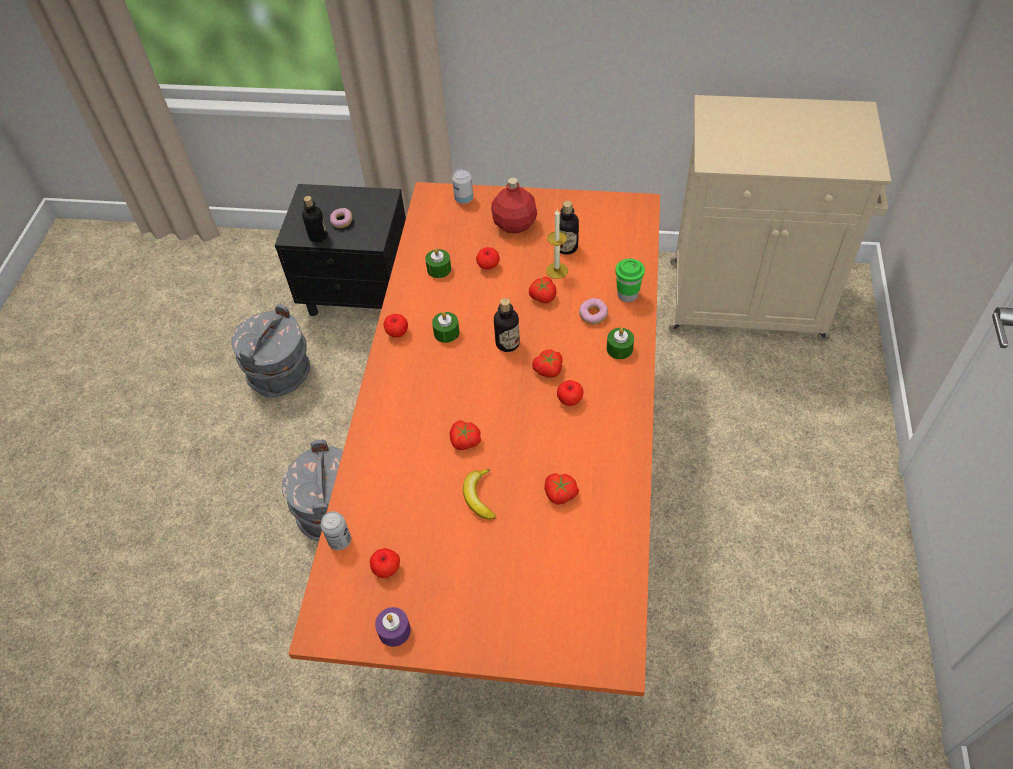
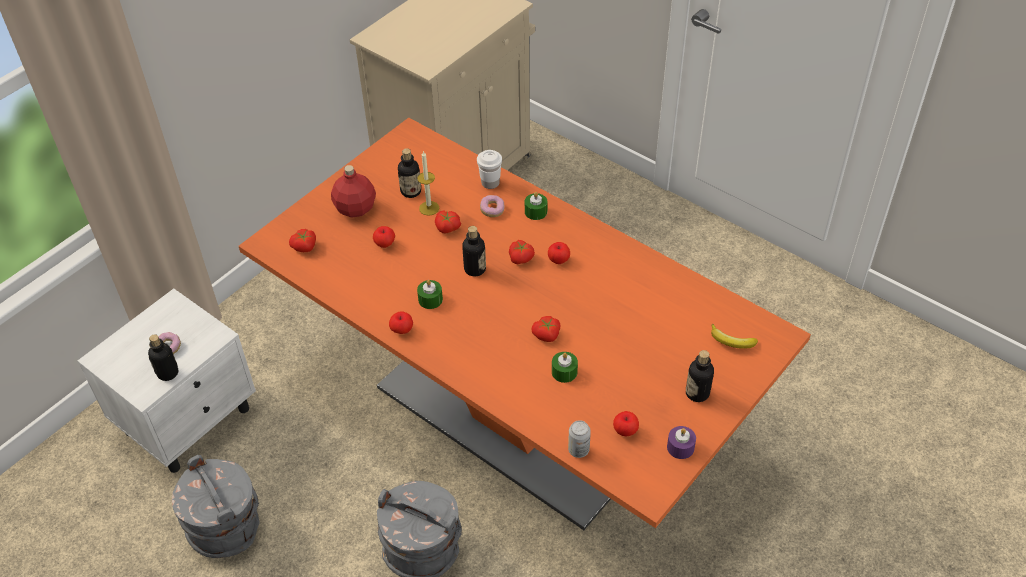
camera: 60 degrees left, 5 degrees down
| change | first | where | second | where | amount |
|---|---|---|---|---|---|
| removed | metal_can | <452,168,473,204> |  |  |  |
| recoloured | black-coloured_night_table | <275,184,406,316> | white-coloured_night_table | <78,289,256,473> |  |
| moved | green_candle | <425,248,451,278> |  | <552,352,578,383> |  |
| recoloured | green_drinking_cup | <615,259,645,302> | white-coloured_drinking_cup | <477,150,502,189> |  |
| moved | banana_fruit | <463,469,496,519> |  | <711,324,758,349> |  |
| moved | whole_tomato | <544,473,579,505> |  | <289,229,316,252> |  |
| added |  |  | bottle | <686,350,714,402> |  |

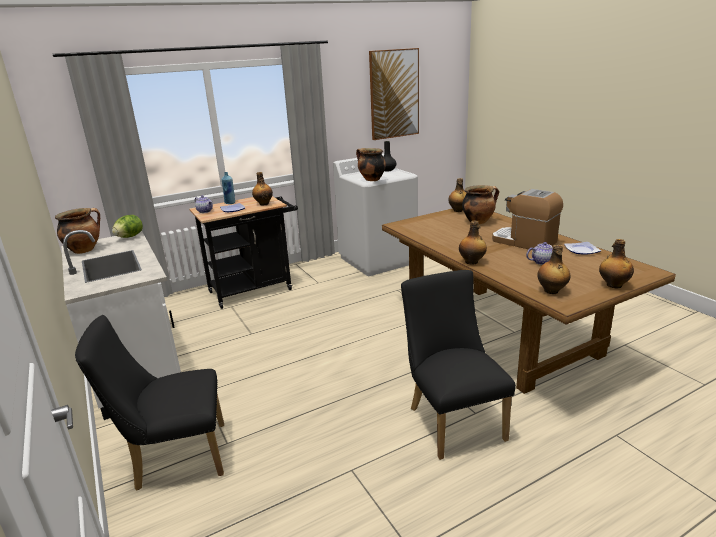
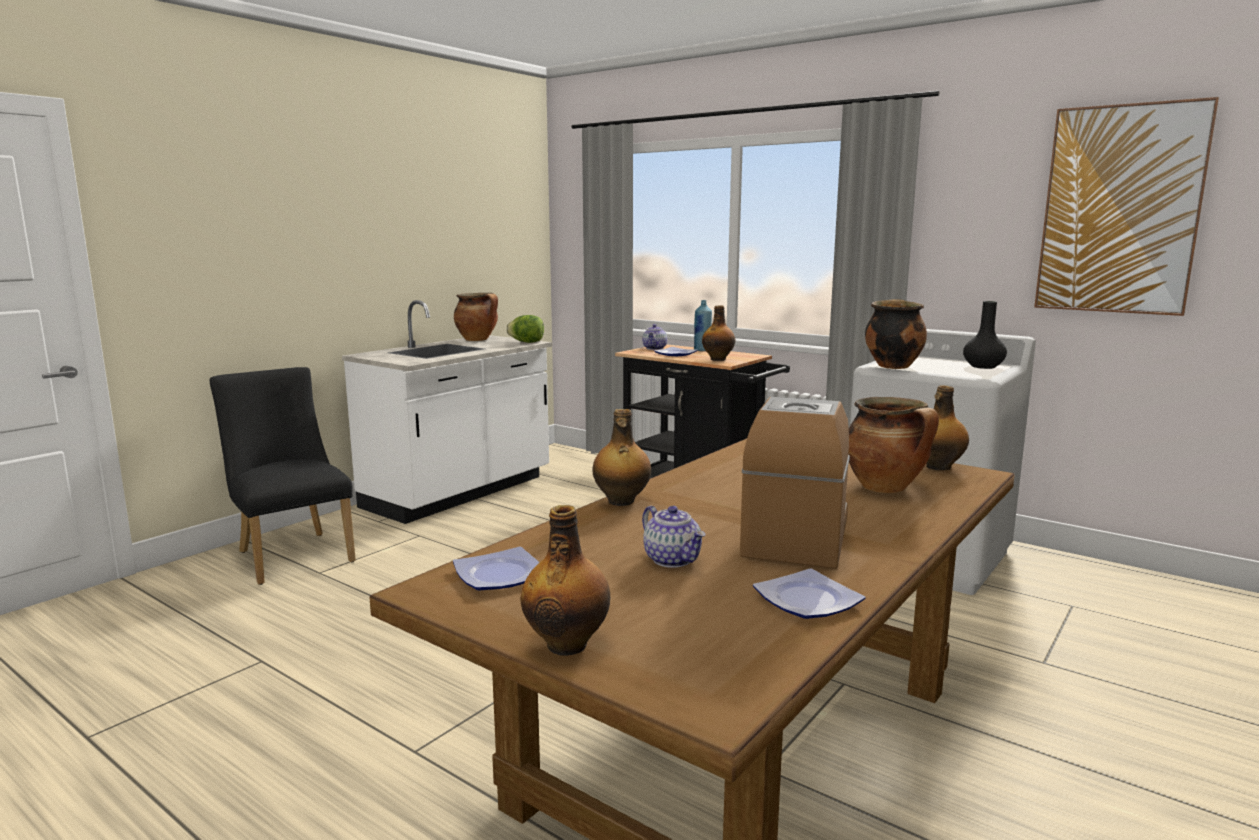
camera: 65 degrees right, 10 degrees down
| change | first | where | second | where | amount |
|---|---|---|---|---|---|
| replaced | bottle | <537,245,570,294> | flat_dish | <453,547,540,591> |  |
| removed | black-coloured_chair | <401,270,516,460> |  |  |  |

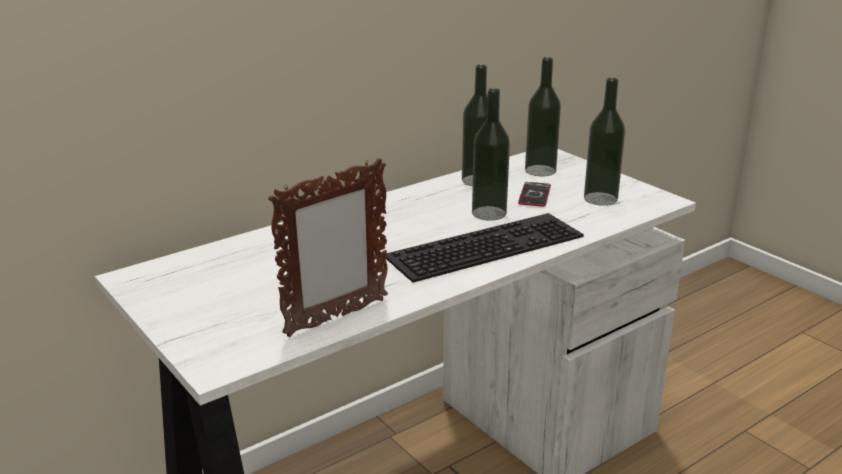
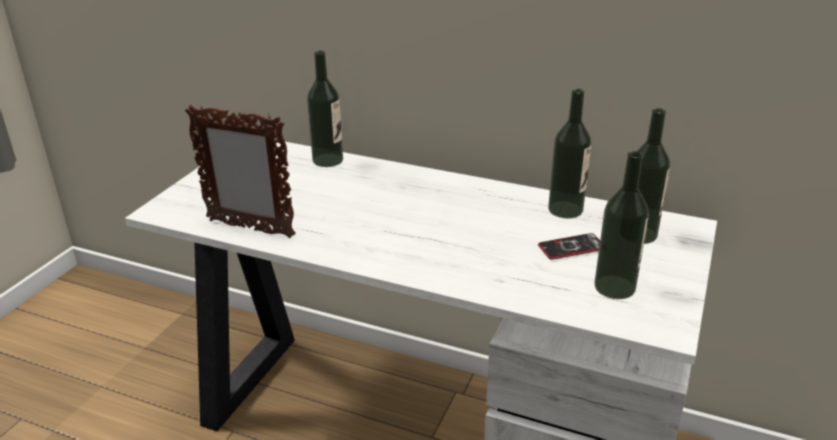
camera: 60 degrees right, 5 degrees up
| change | first | where | second | where | amount |
|---|---|---|---|---|---|
| moved | bottle | <472,88,510,221> |  | <307,51,343,167> |  |
| removed | PC_keyboard | <386,213,584,283> |  |  |  |

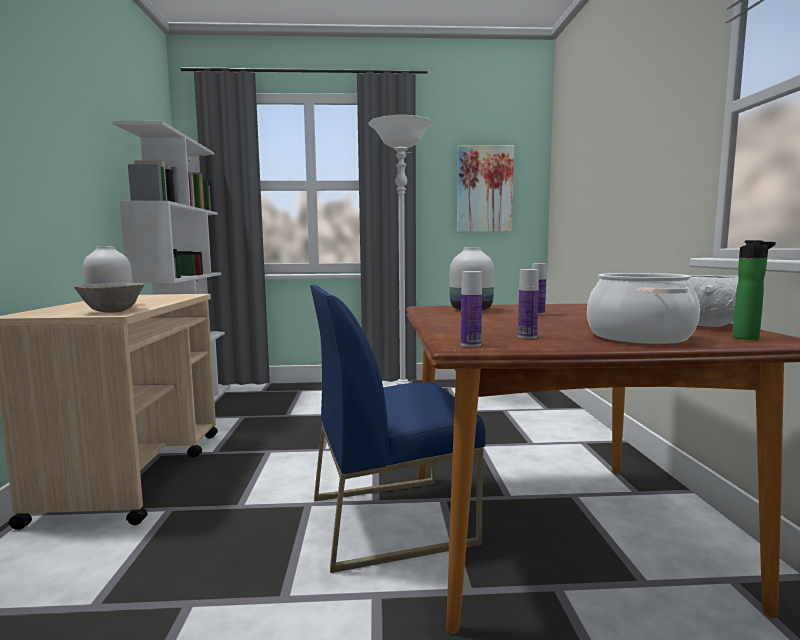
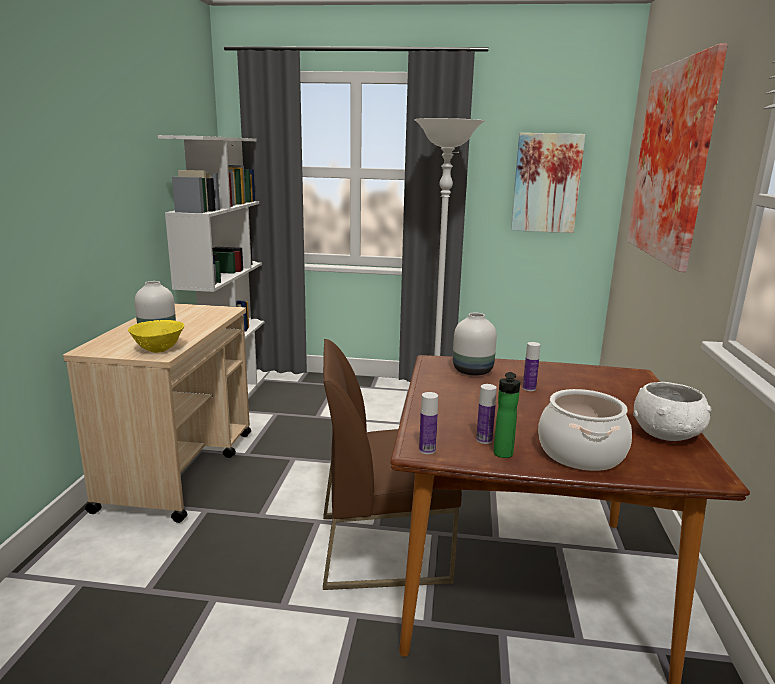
camera: 10 degrees right, 10 degrees up
| change | first | where | second | where | amount |
|---|---|---|---|---|---|
| moved | bottle | <732,240,776,340> |  | <494,372,520,458> |  |
| recoloured | greyish_serving_bowl | <74,283,145,313> | yellowish_serving_bowl | <128,320,184,353> |  |
| recoloured | blue-coloured_chair | <310,285,486,573> | brown-coloured_chair | <323,339,462,590> |  |
| added |  |  | wall_picture | <627,44,728,272> |  |

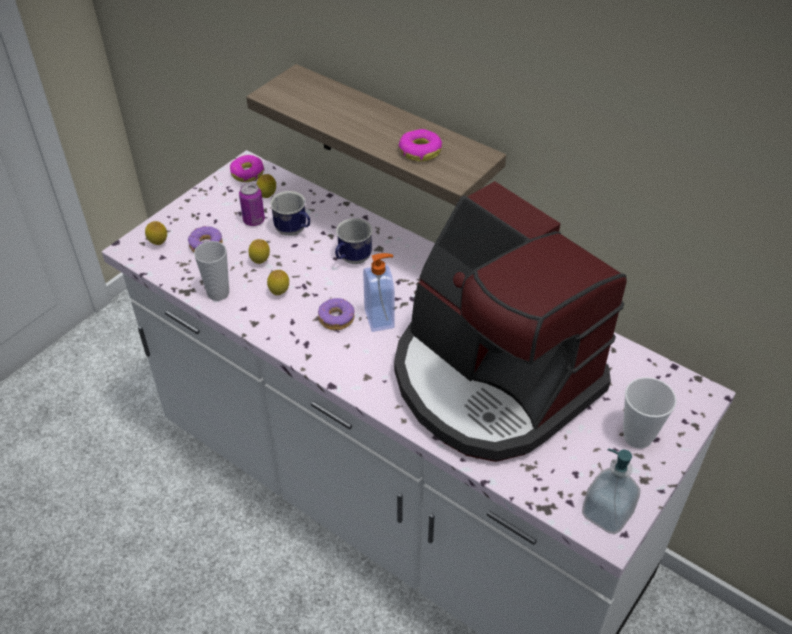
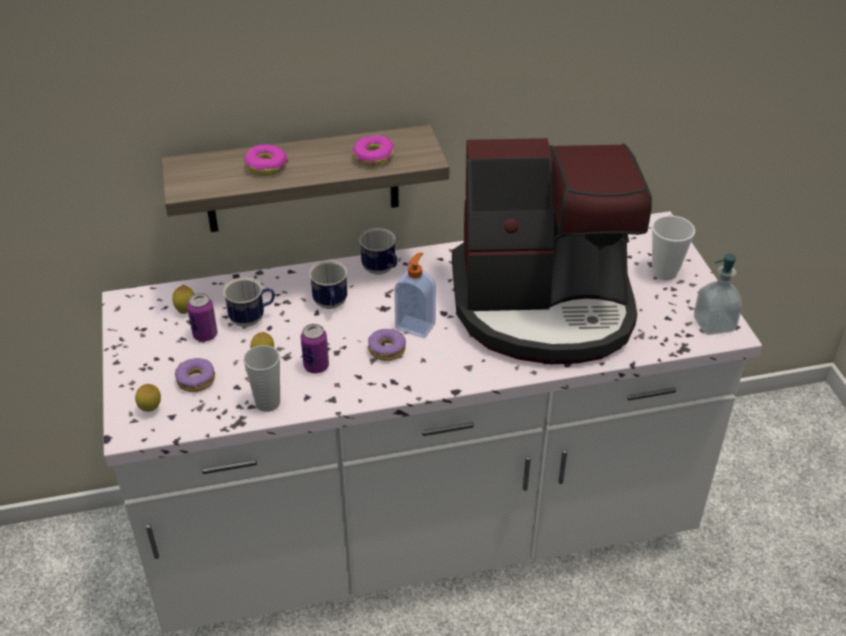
camera: 50 degrees left, 5 degrees down
| change | first | where | second | where | amount |
|---|---|---|---|---|---|
| moved | donut | <230,155,265,182> |  | <244,144,288,176> |  |
| replaced | citrus_fruit | <267,270,289,295> | metal_can | <301,324,329,373> |  |
| added |  |  | mug | <359,228,397,275> |  |

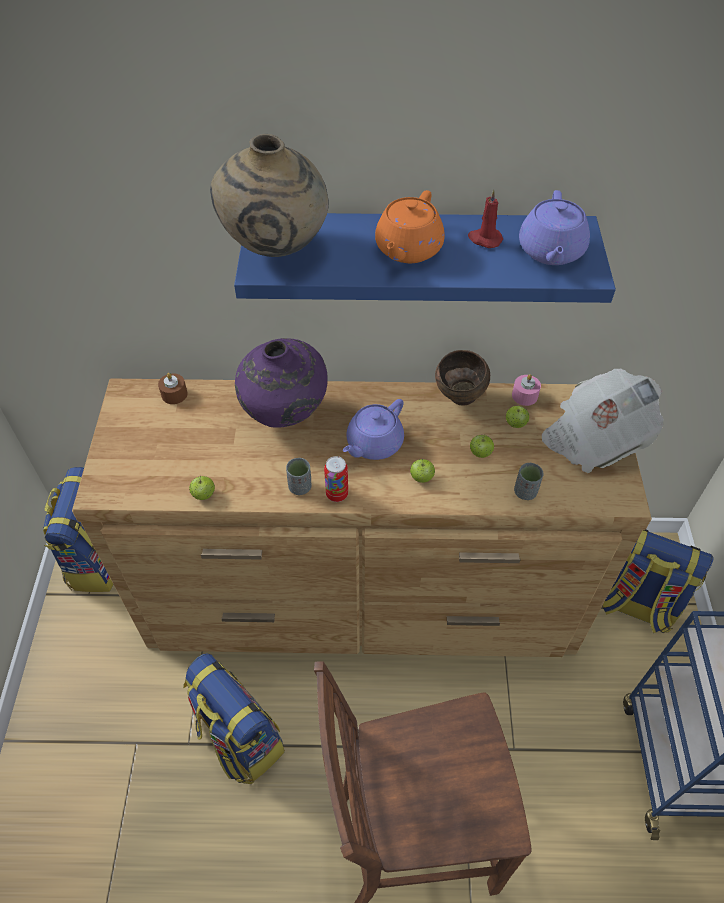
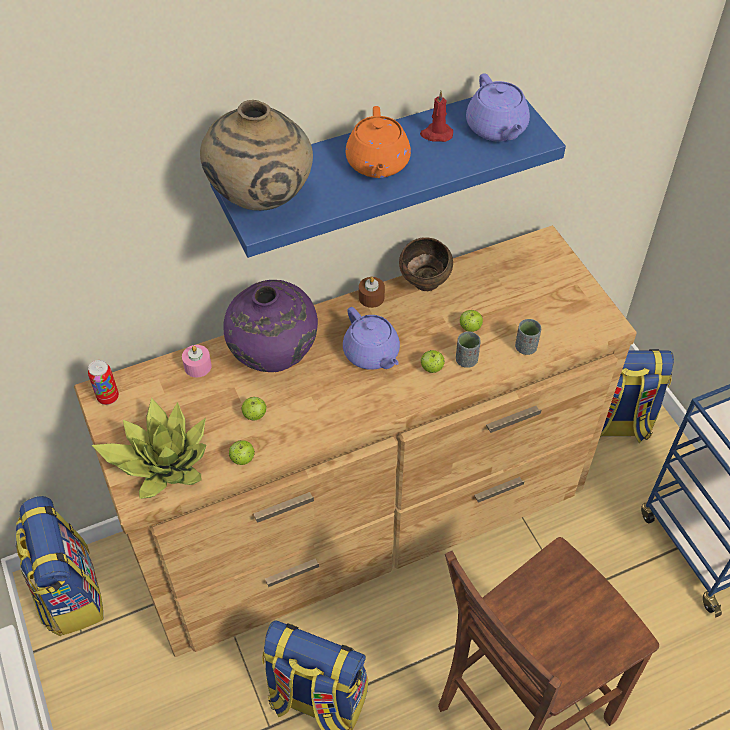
camera: 25 degrees left, 0 degrees up
| change | first | where | second | where | amount |
|---|---|---|---|---|---|
| removed | newspaper | <542,368,664,473> |  |  |  |
| moved | brown-coloured_candle | <158,373,188,404> |  | <359,276,385,308> |  |
| moved | pink-coloured_candle | <512,374,541,406> |  | <182,345,212,377> |  |
| turned | purplish_teapot | <343,399,404,460> |  | <343,307,400,370> | 45 degrees counterclockwise |
| moved | whole_apple | <506,406,530,428> |  | <242,397,266,420> |  |
| moved | metal_can | <324,456,348,502> |  | <88,360,119,405> |  |
| moved | greyish_drinking_cup | <286,458,312,495> |  | <456,331,481,368> |  |
| added |  |  | potted_plant | <92,398,206,499> |  |

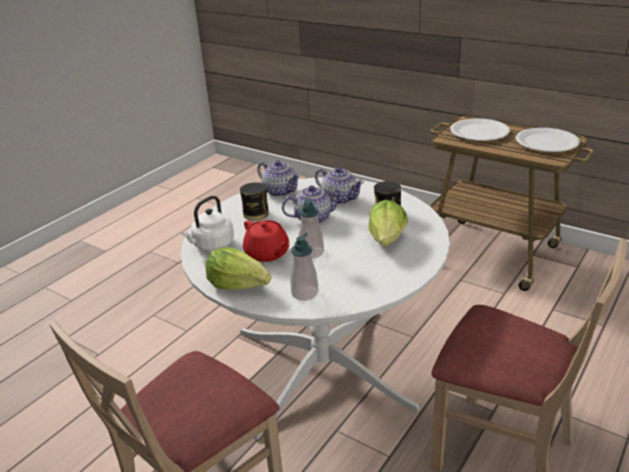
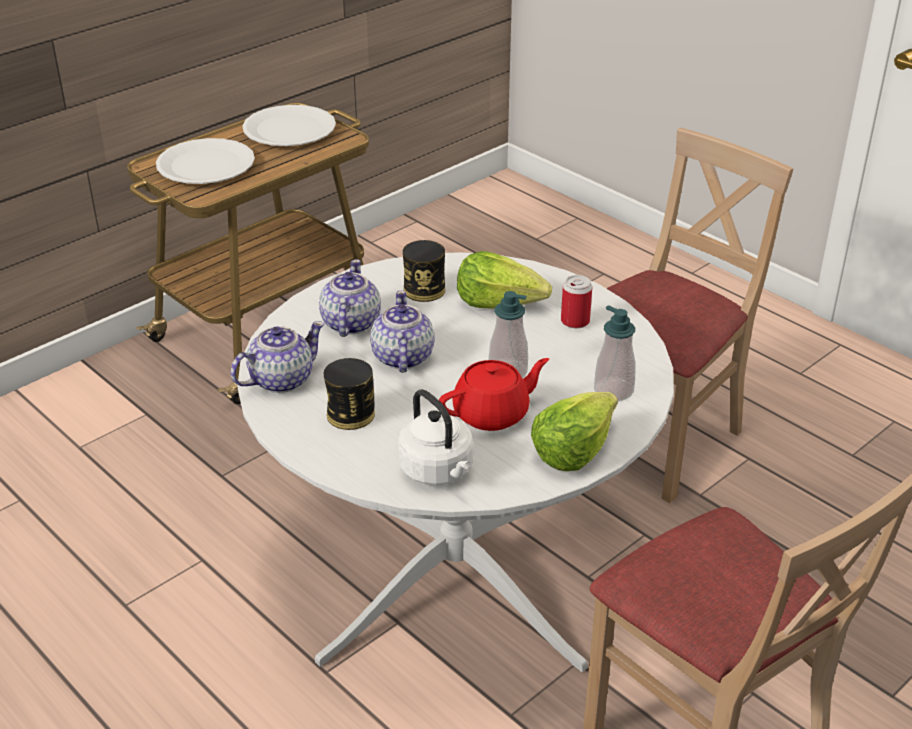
camera: 80 degrees left, 5 degrees up
| change | first | where | second | where | amount |
|---|---|---|---|---|---|
| turned | teapot | <315,167,364,205> |  | <319,259,381,337> | 45 degrees counterclockwise |
| added |  |  | metal_can | <561,275,592,328> |  |

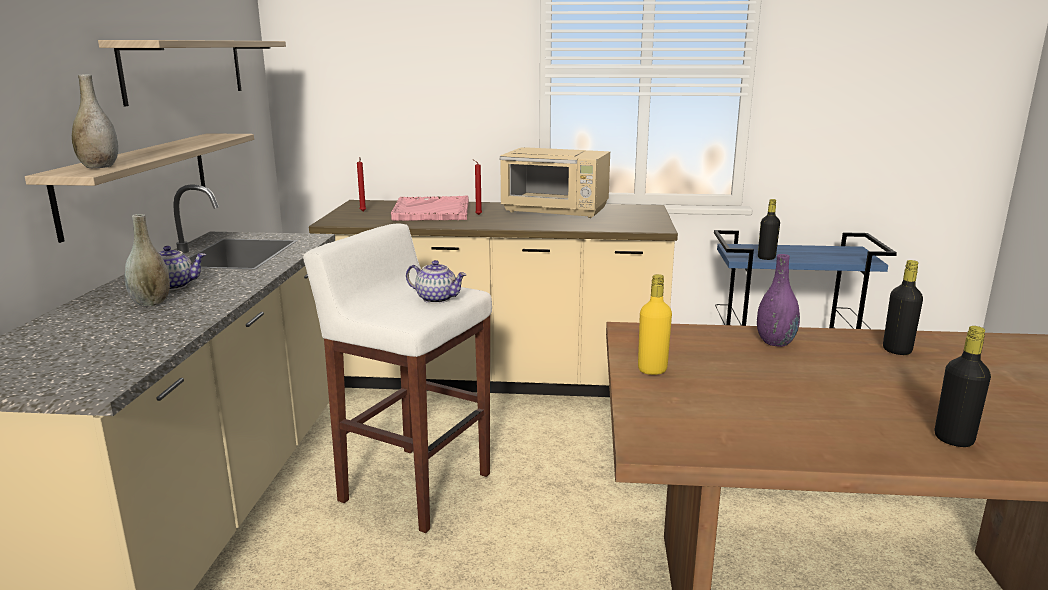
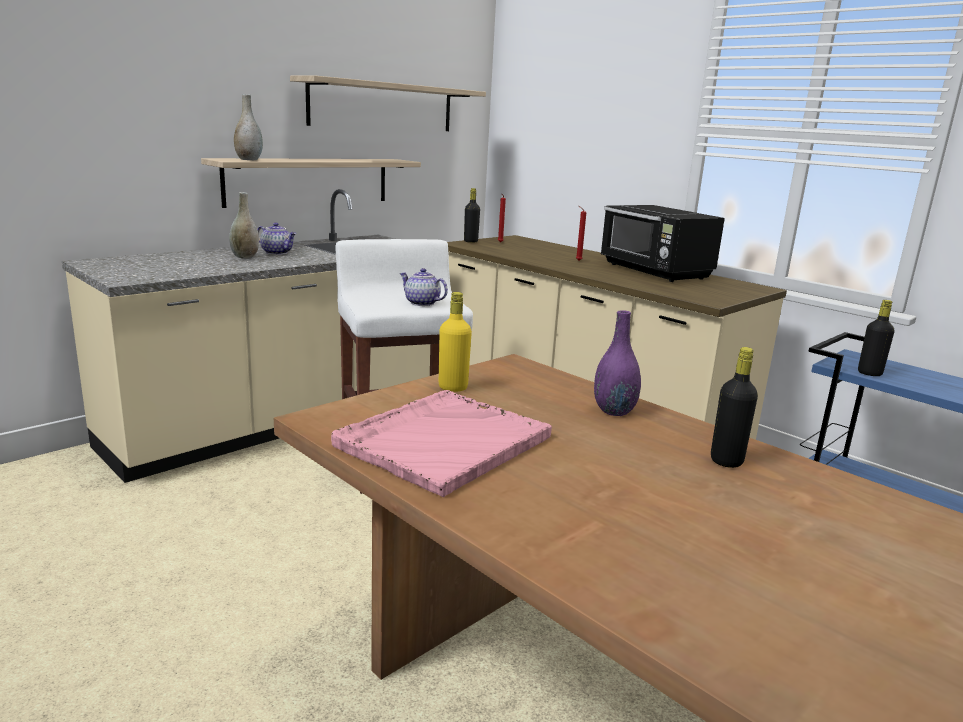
camera: 40 degrees right, 0 degrees up
| change | first | where | second | where | amount |
|---|---|---|---|---|---|
| recoloured | beige-coloured_microwave | <500,147,610,218> | black-coloured_microwave | <600,205,725,282> |  |
| moved | pink-coloured_tray | <391,196,469,221> |  | <331,390,552,498> |  |
| turned | teapot | <406,260,467,304> |  | <400,268,448,306> | 150 degrees clockwise |
| moved | black-coloured_bottle | <935,326,991,447> |  | <464,188,480,243> |  |

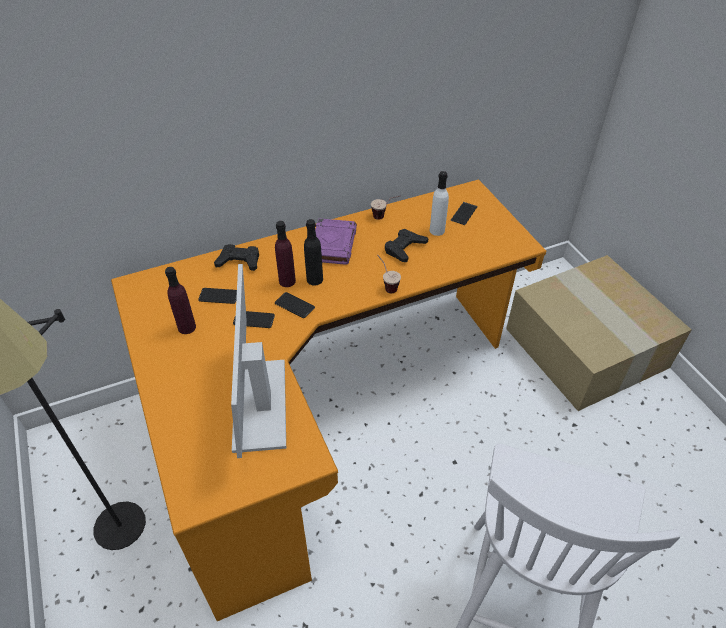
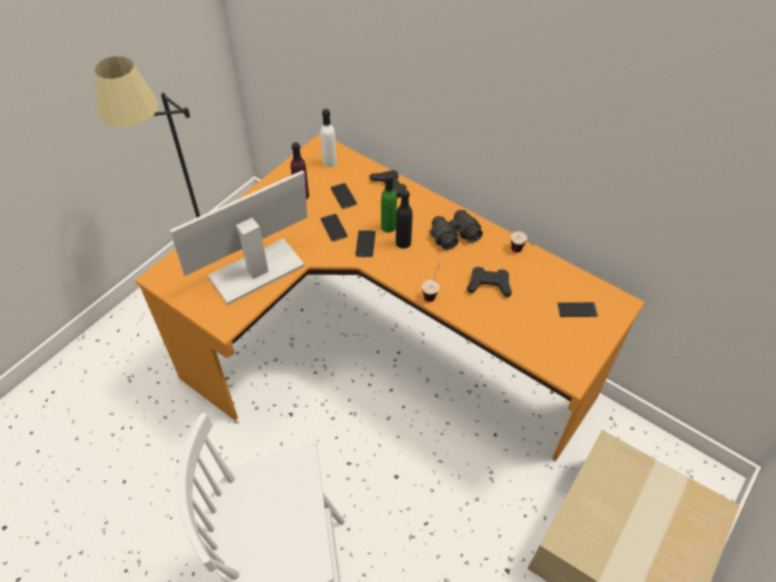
camera: 60 degrees right, 5 degrees up
| change | first | where | second | where | amount |
|---|---|---|---|---|---|
| moved | white-coloured_bottle | <430,171,449,236> |  | <320,109,337,167> |  |
| replaced | purplish_book | <315,218,357,265> | black-coloured_binoculars | <430,210,483,250> |  |
| recoloured | purplish_bottle | <275,221,296,287> | green_bottle | <381,174,397,233> |  |

